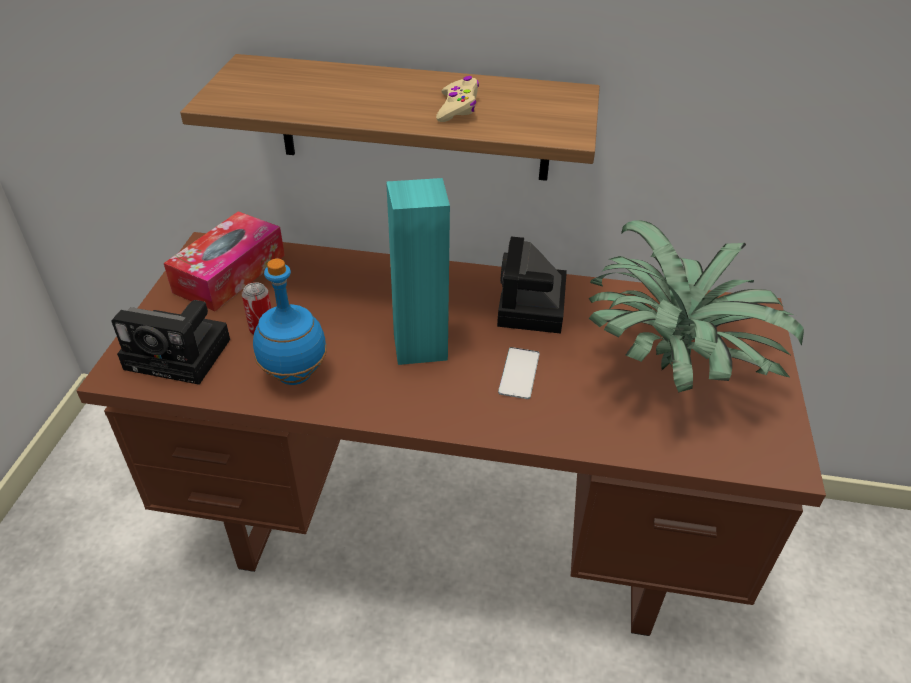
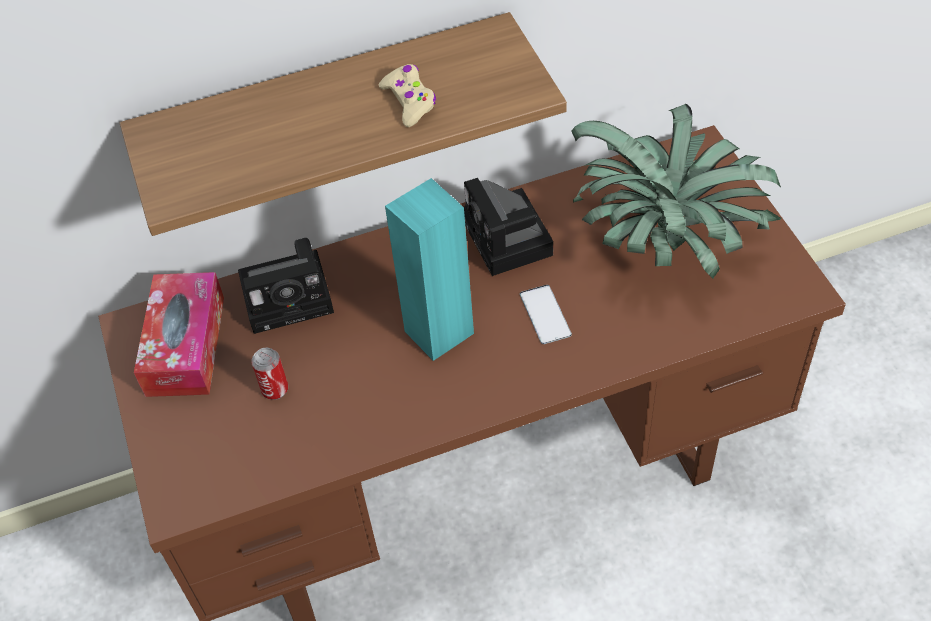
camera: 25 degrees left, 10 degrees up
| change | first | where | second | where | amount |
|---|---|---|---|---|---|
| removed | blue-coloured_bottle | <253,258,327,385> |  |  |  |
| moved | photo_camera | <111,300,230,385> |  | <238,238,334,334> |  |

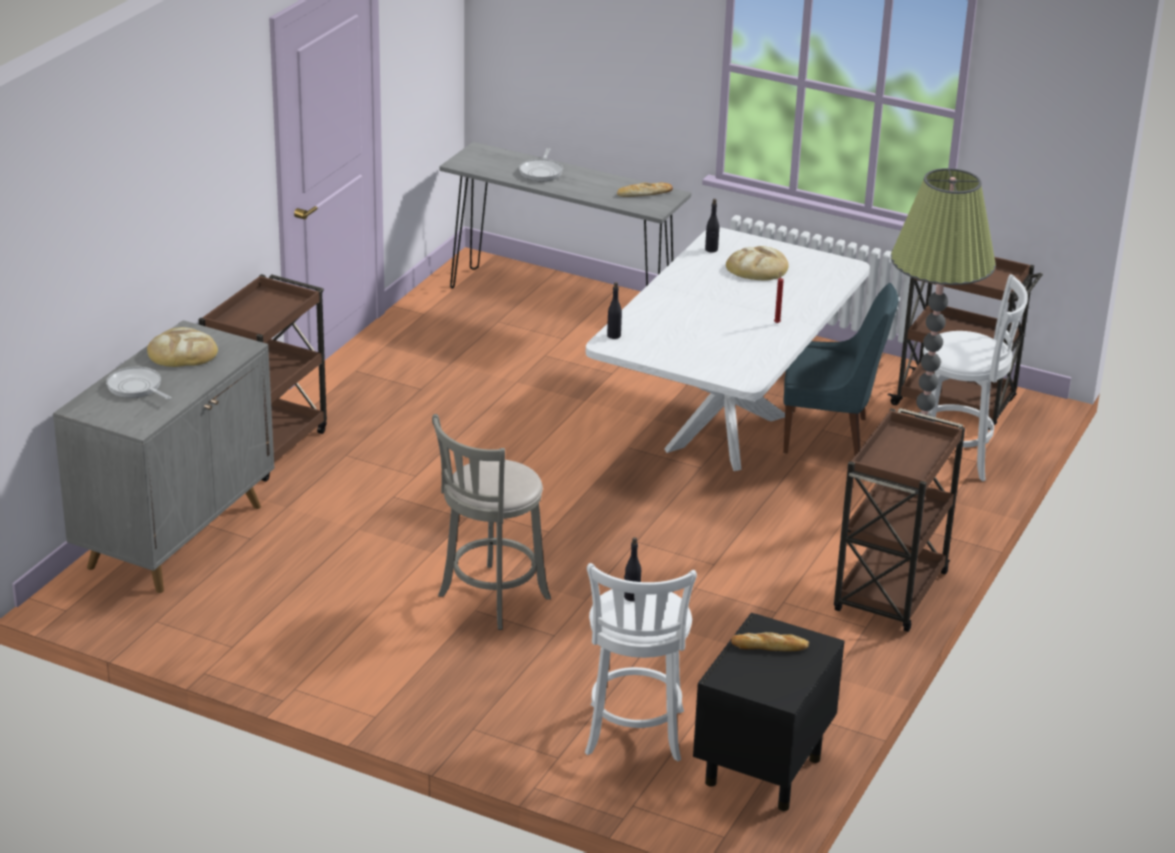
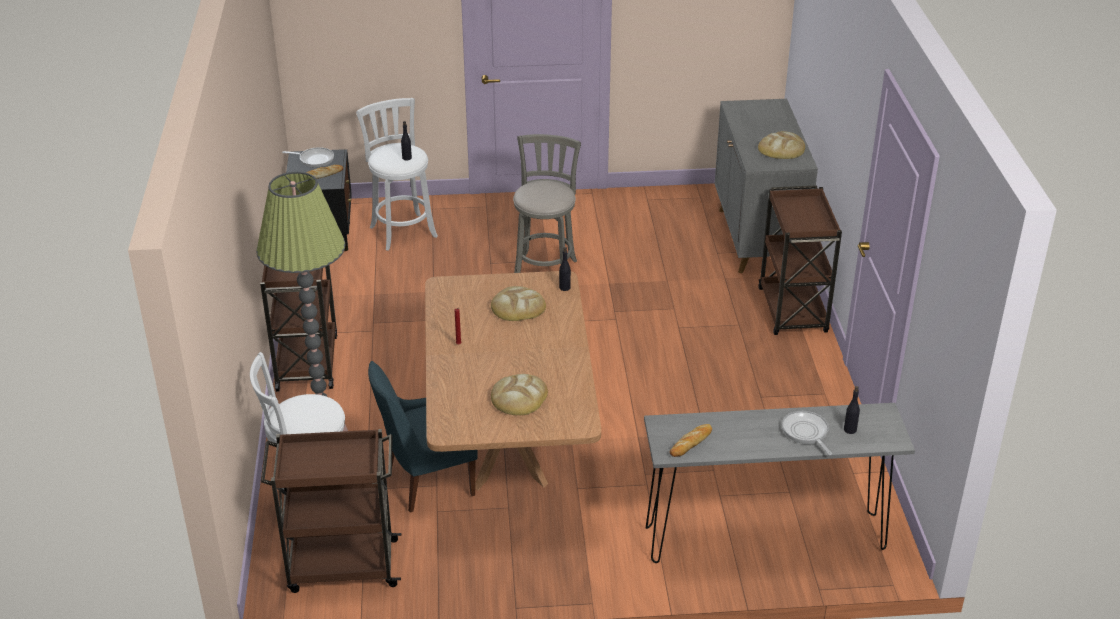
camera: 150 degrees right, 5 degrees up
| change | first | where | second | where | amount |
|---|---|---|---|---|---|
| moved | black-coloured_bottle | <705,199,719,252> |  | <844,386,860,434> |  |
| recoloured | white-coloured_dinner_table | <586,227,870,471> | brown-coloured_dinner_table | <425,271,601,491> |  |
| moved | pan | <106,367,171,400> |  | <282,147,334,168> |  |
| added |  |  | bread | <491,286,546,321> |  |

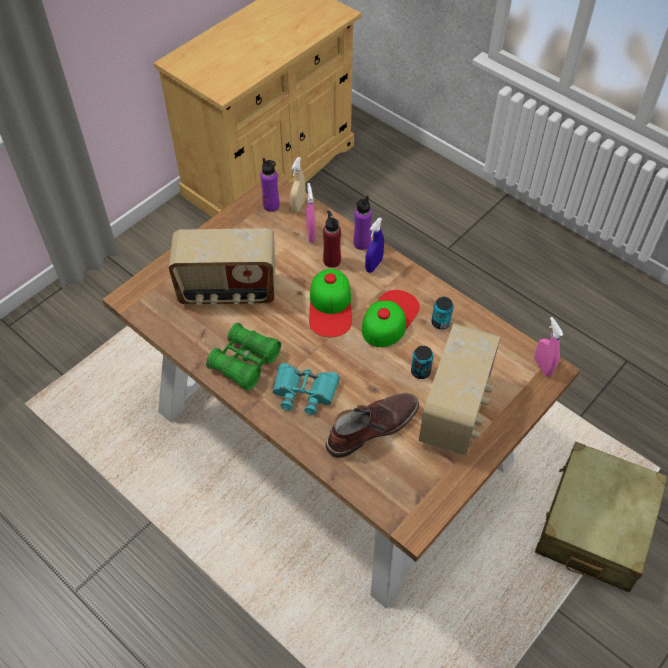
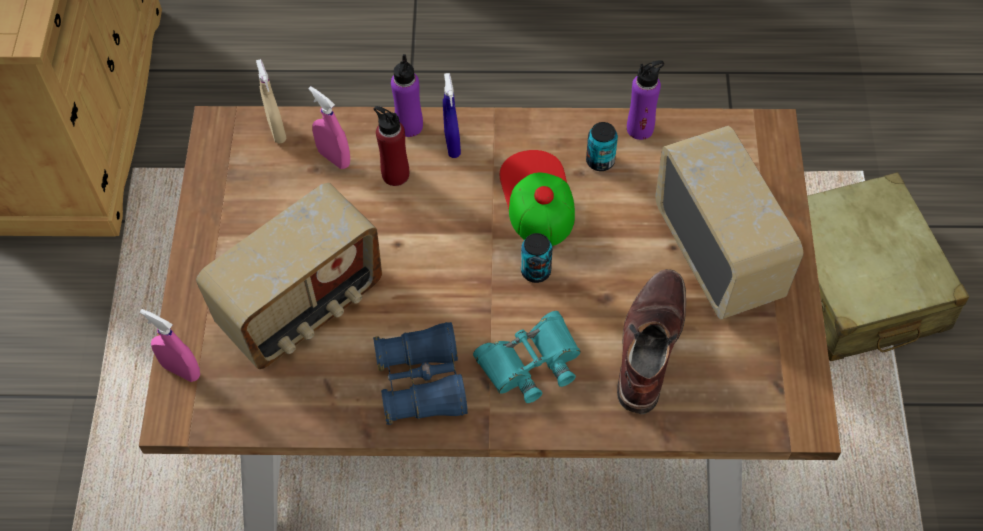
camera: 40 degrees left, 5 degrees up
| change | first | where | second | where | amount |
|---|---|---|---|---|---|
| moved | purplish_bottle | <260,158,280,212> |  | <627,60,664,140> |  |
| removed | baseball_cap | <309,269,352,337> |  |  |  |
| moved | pink-coloured_sprayer | <535,317,563,377> |  | <140,309,200,382> |  |
| recoloured | green_binoculars | <206,323,281,390> | blue-coloured_binoculars | <373,322,468,425> |  |
| moved | metal_can | <411,346,433,379> |  | <521,233,552,283> |  |

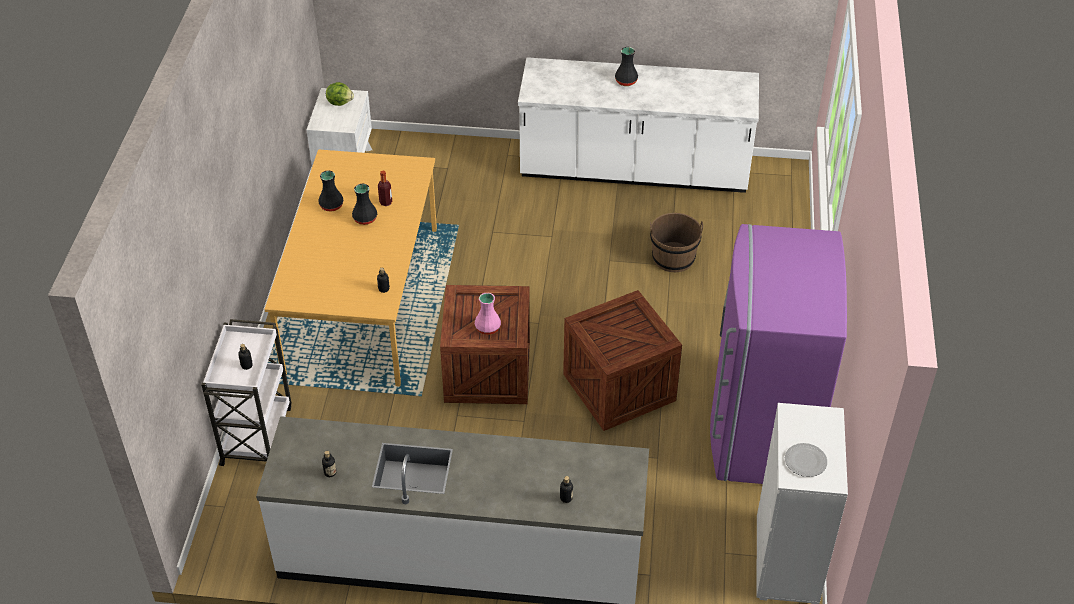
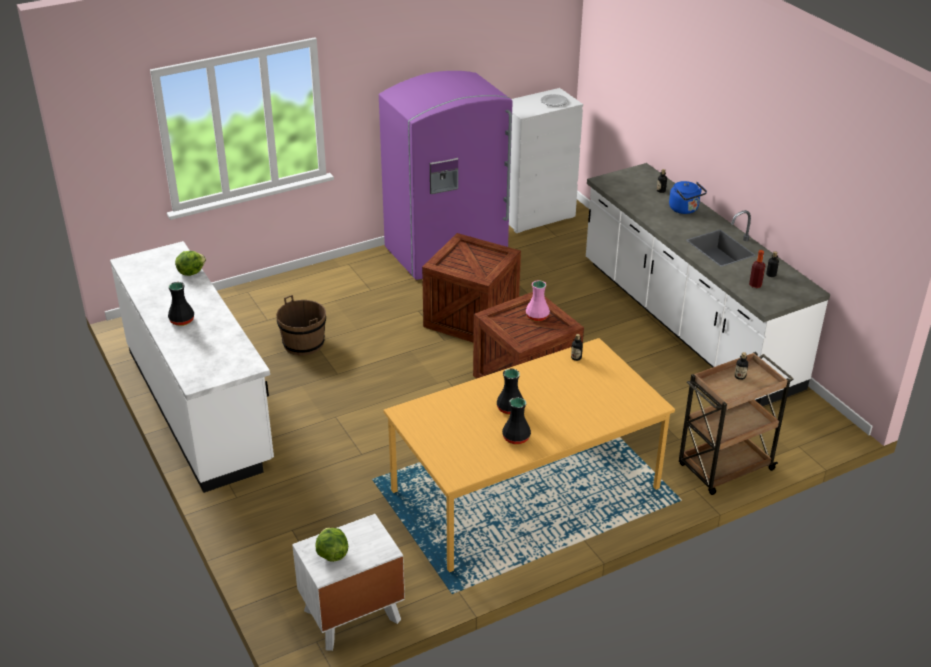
camera: 125 degrees left, 10 degrees down
| change | first | where | second | where | amount |
|---|---|---|---|---|---|
| moved | bottle | <378,171,392,206> |  | <749,250,765,288> |  |
| recoloured | white-coloured_cart | <201,319,291,466> | brown-coloured_cart | <679,352,793,495> |  |
| added |  |  | blue-coloured_tea_kettle | <669,181,707,214> |  |
| added |  |  | head_of_lettuce | <175,251,206,276> |  |

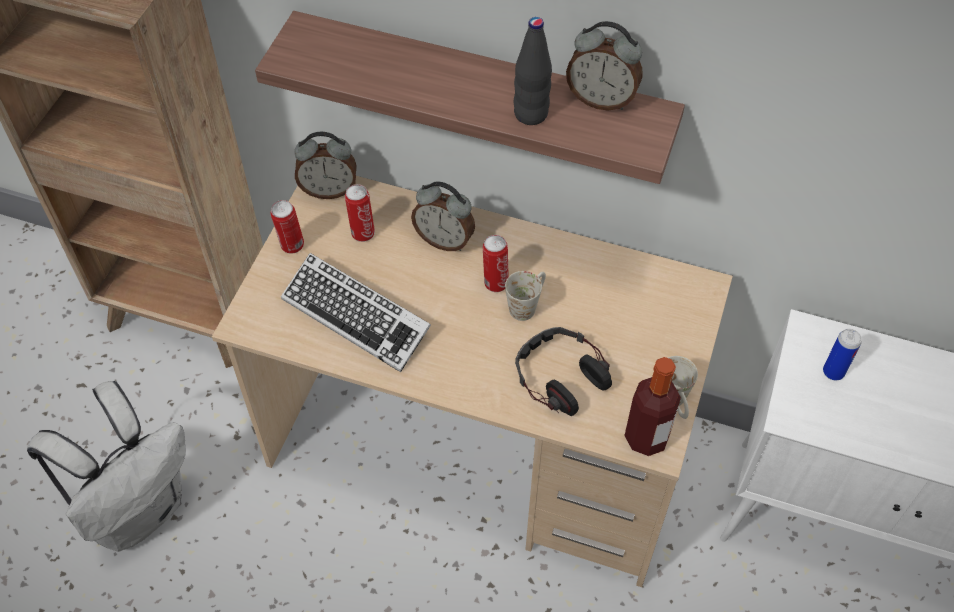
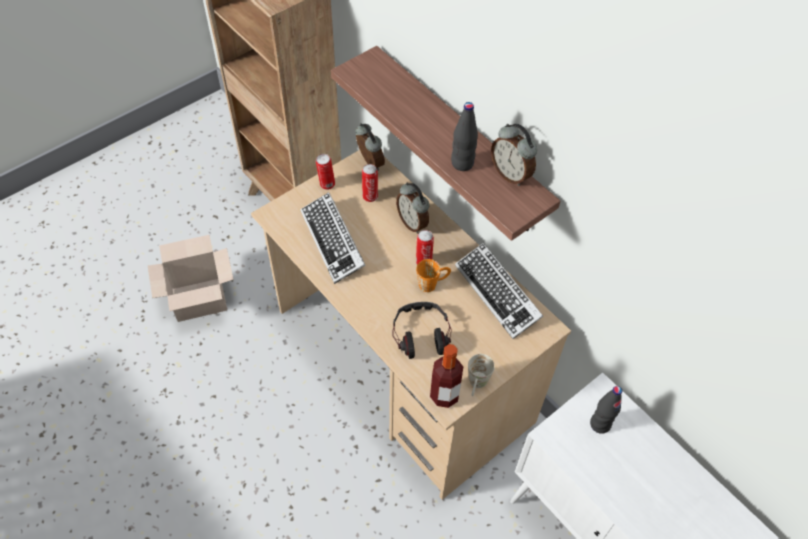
camera: 30 degrees right, 0 degrees up
| change | first | where | second | where | amount |
|---|---|---|---|---|---|
| turned | bedside_clock | <294,132,357,199> |  | <355,123,385,171> | 150 degrees counterclockwise |
| recoloured | white-coloured_mug | <505,271,546,321> | orange_mug | <416,259,451,292> |  |
| replaced | metal_can | <823,329,862,380> | black-coloured_bottle | <590,386,622,434> |  |
| replaced | white-coloured_knapsack | <27,381,186,552> | cardboard_box | <148,235,234,322> |  |
| added |  |  | PC_keyboard | <455,243,543,339> |  |

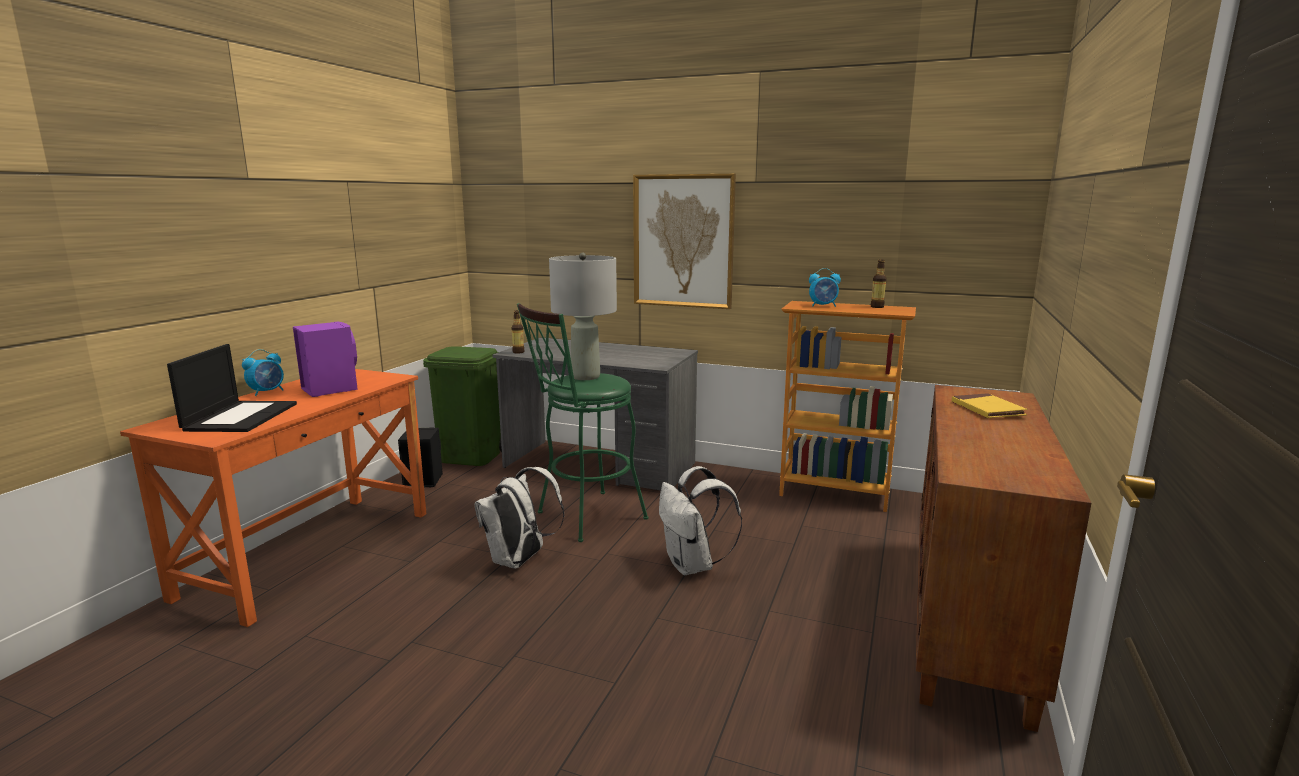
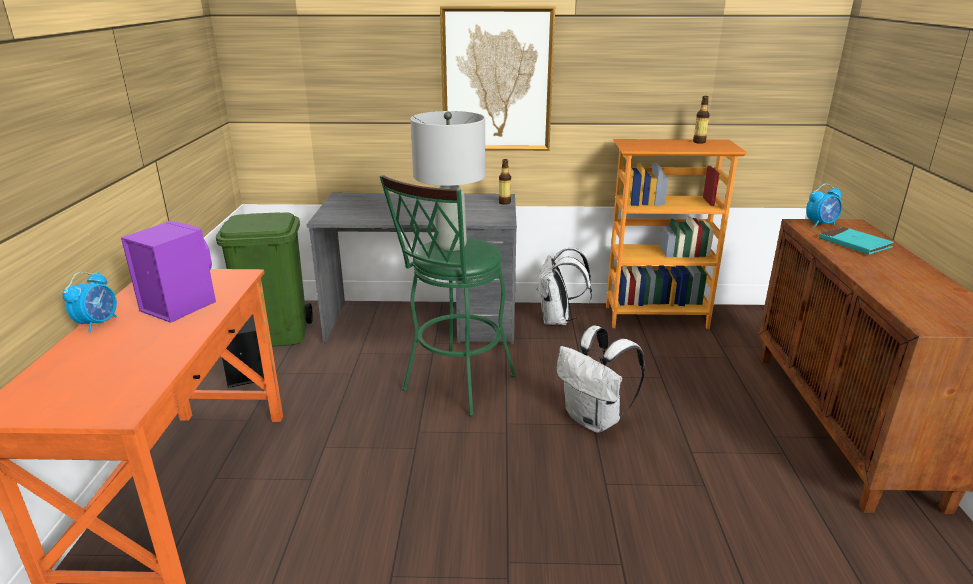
camera: 20 degrees left, 10 degrees up
| change | first | where | second | where | amount |
|---|---|---|---|---|---|
| moved | bedside_clock | <809,268,841,307> |  | <806,183,842,228> |  |
| moved | bottle | <511,311,524,354> |  | <499,159,511,205> |  |
| removed | laptop | <167,344,297,432> |  |  |  |
| recoloured | yellowish_book | <952,393,1027,418> | blue-green_book | <819,227,894,254> |  |
| moved | white-coloured_knapsack | <474,467,564,569> |  | <536,248,592,325> |  |

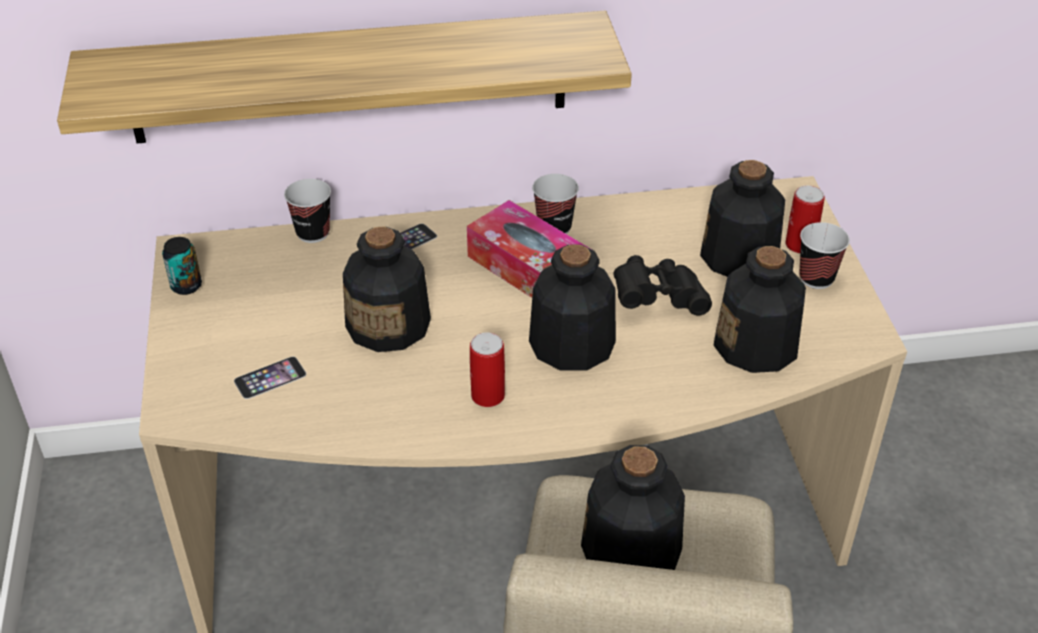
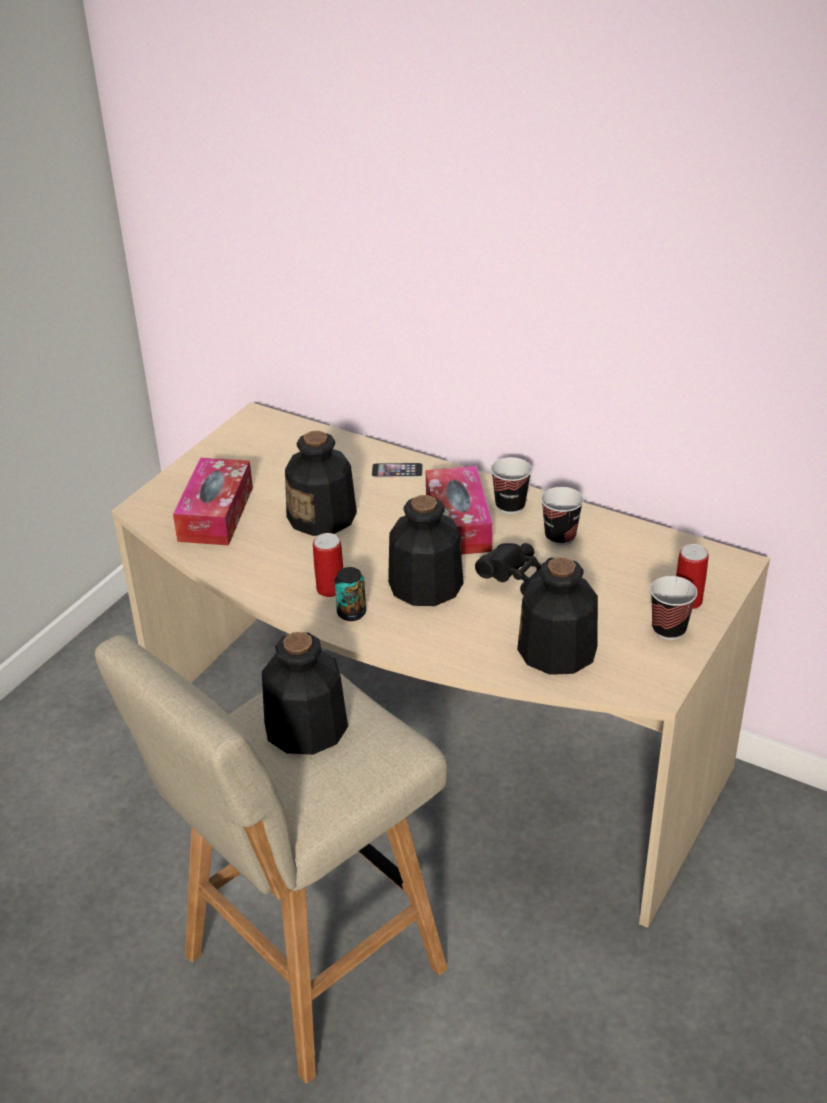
camera: 40 degrees right, 5 degrees down
| change | first | where | second | where | amount |
|---|---|---|---|---|---|
| removed | bracket_shelf | <57,11,632,143> |  |  |  |
| removed | bottle | <700,160,785,277> |  |  |  |
| moved | drinking_cup | <284,179,331,243> |  | <541,487,584,545> |  |
| moved | metal_can | <162,237,202,295> |  | <335,567,366,621> |  |
| replaced | telephone | <234,357,306,399> | box_of_tissues | <173,458,253,545> |  |

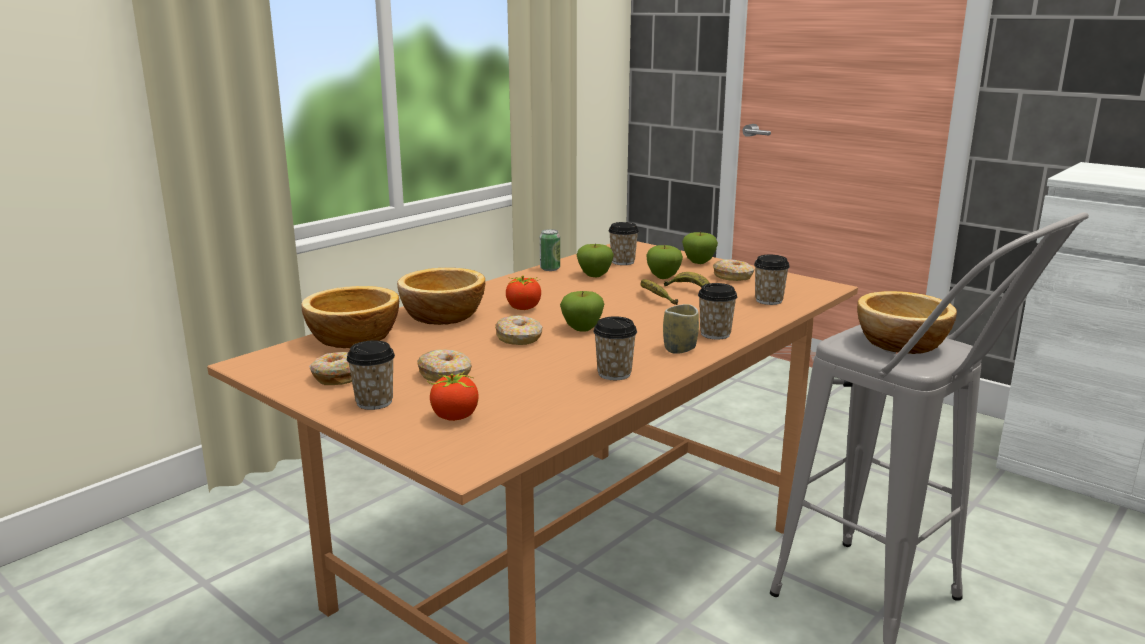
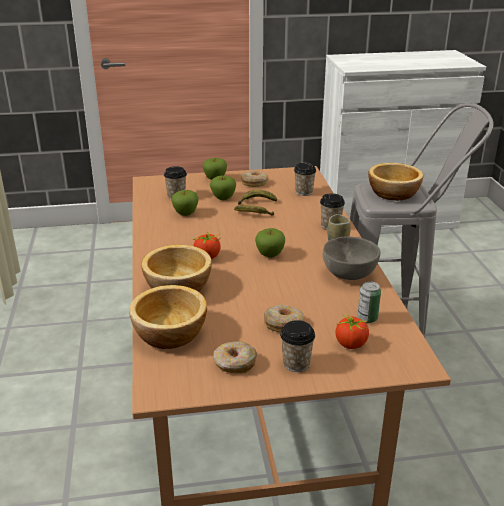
camera: 50 degrees left, 10 degrees up
| change | first | where | second | where | amount |
|---|---|---|---|---|---|
| moved | metal_can | <540,229,560,271> |  | <357,281,381,323> |  |
| removed | donut | <495,315,542,345> |  |  |  |
| replaced | drinking_cup | <593,316,637,380> | greyish_serving_bowl | <323,236,380,280> |  |

